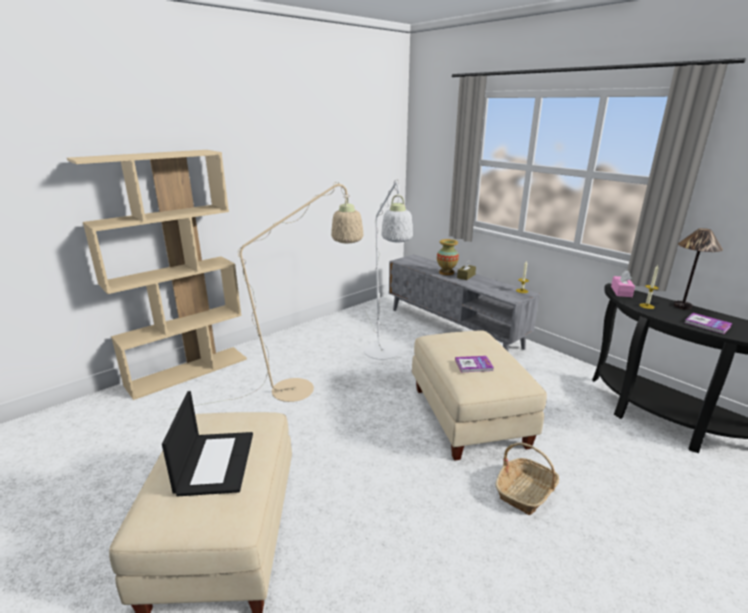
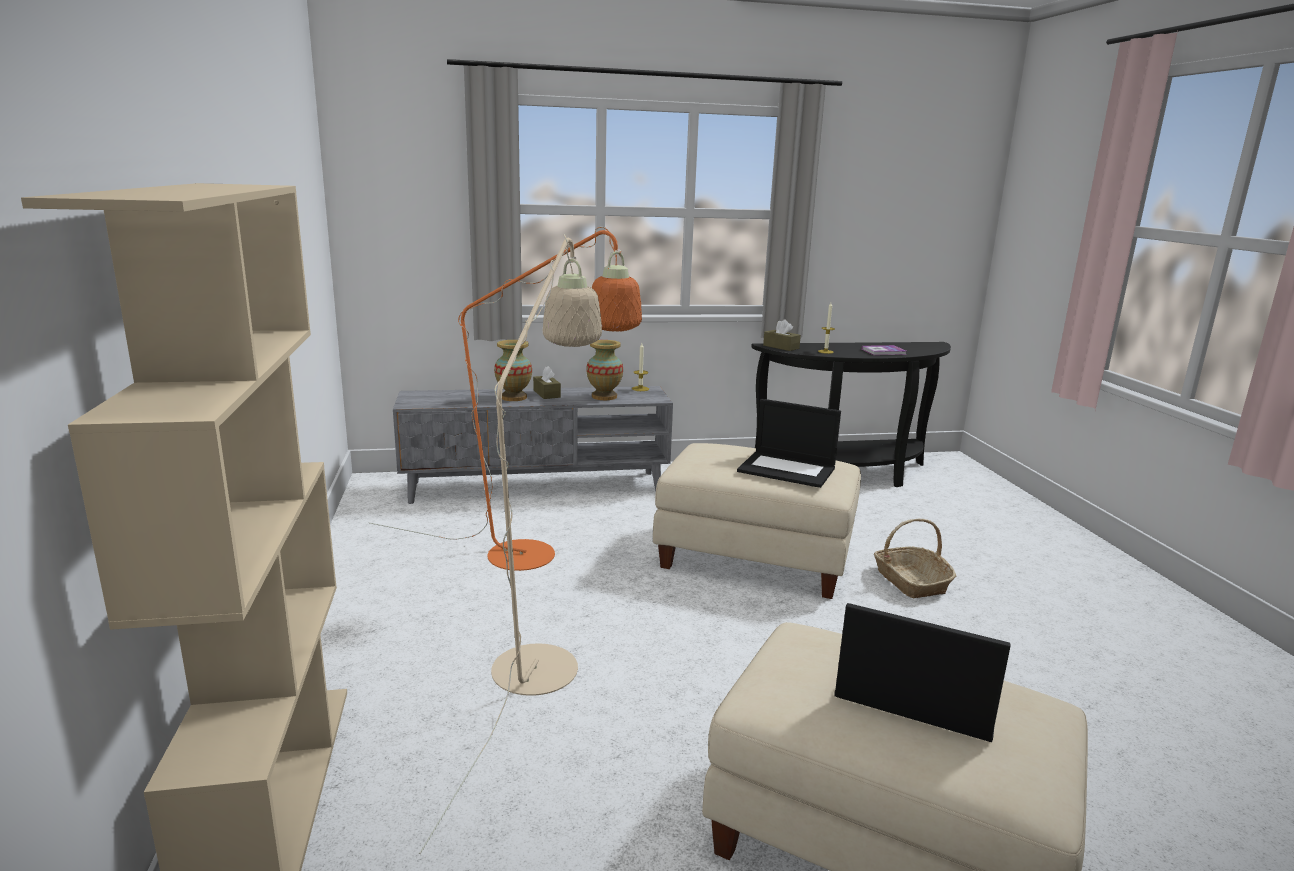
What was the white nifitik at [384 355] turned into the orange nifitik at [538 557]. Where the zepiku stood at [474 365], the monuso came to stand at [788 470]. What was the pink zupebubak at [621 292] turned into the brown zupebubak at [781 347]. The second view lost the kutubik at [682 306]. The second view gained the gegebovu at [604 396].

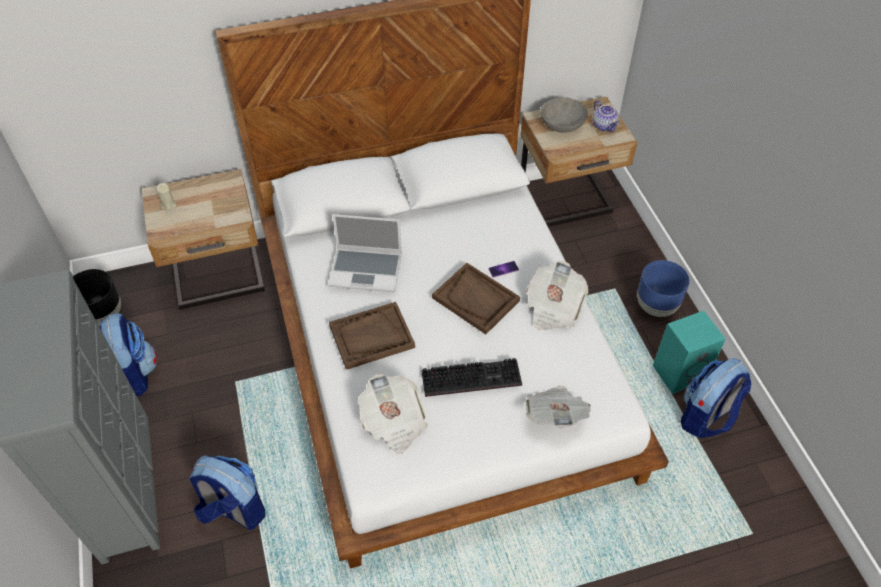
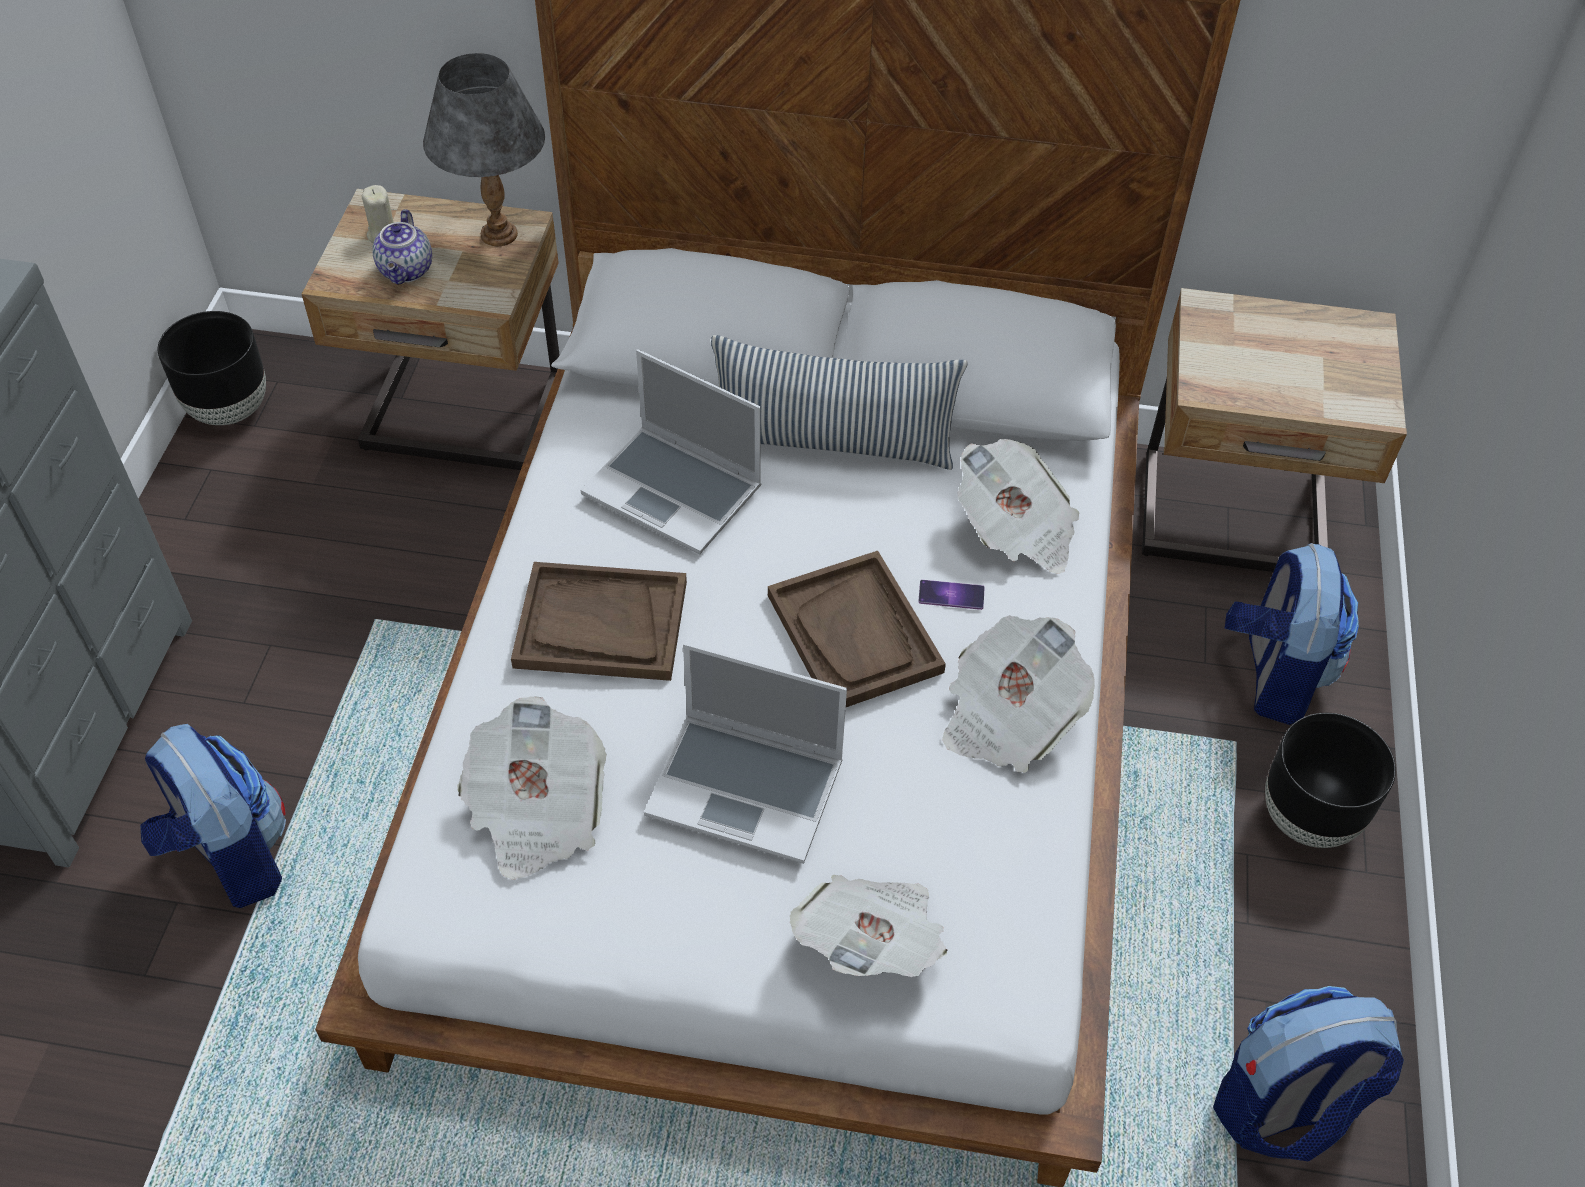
The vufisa ended up elsewhere, having gone from [133 373] to [1273 674]. Where the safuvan stood at [472 377], the monuso came to stand at [748 788]. The second view lost the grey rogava at [562 124]. The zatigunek ended up elsewhere, having gone from [604 126] to [407 271]. What was the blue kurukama at [656 306] turned into the black kurukama at [1308 817]. The second view lost the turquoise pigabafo at [679 372]. The second view gained the grey kutubik at [498 234]. The second view gained the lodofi at [832 443]. The second view gained the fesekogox at [1016 530].

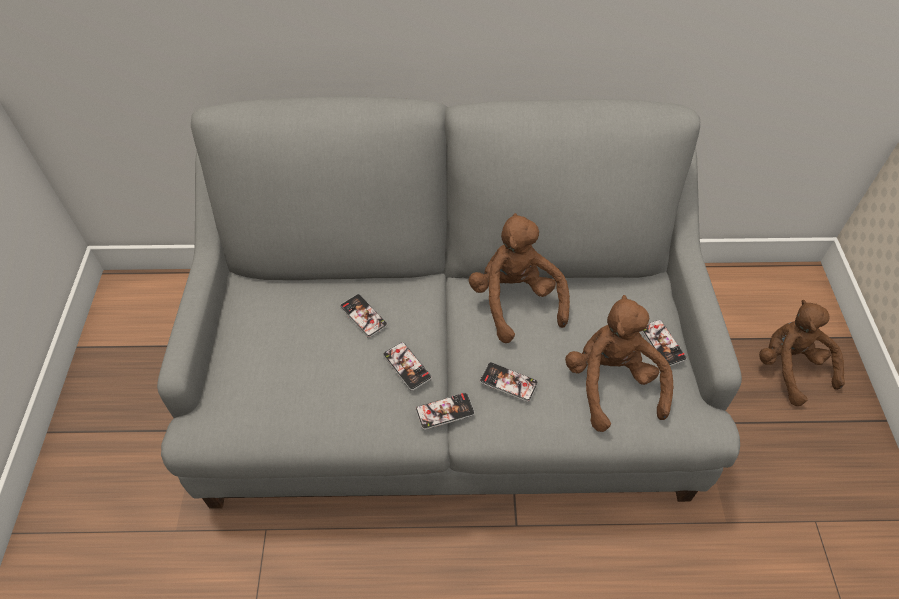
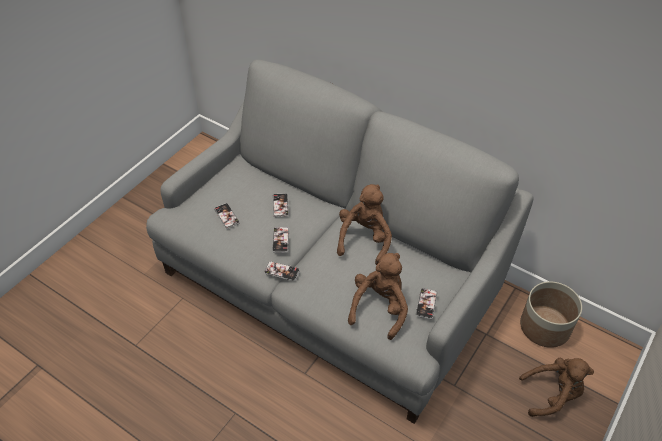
The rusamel ended up elsewhere, having gone from [508 382] to [226 216]. The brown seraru at [790 368] ended up facing another way, 75 degrees clockwise from before. The second view gained the kurukama at [545 327].

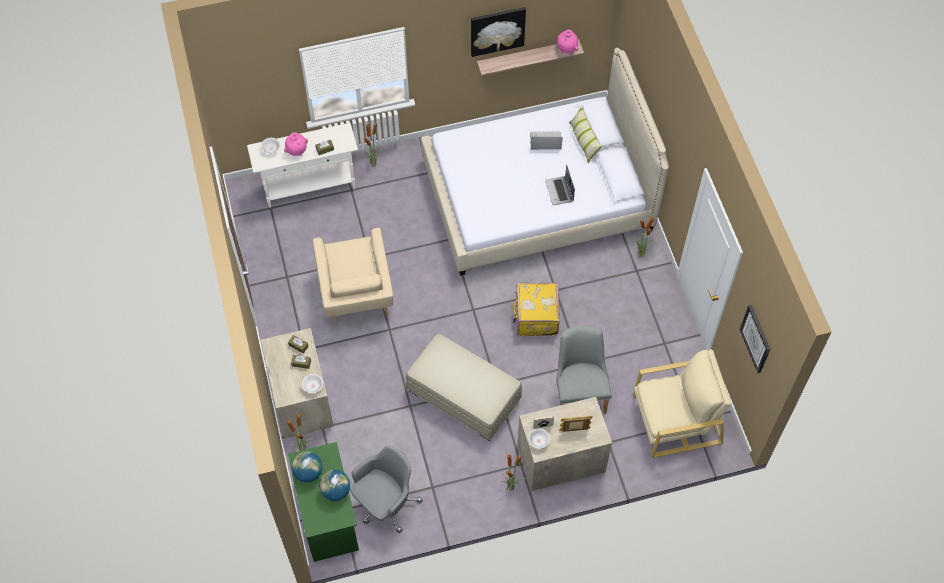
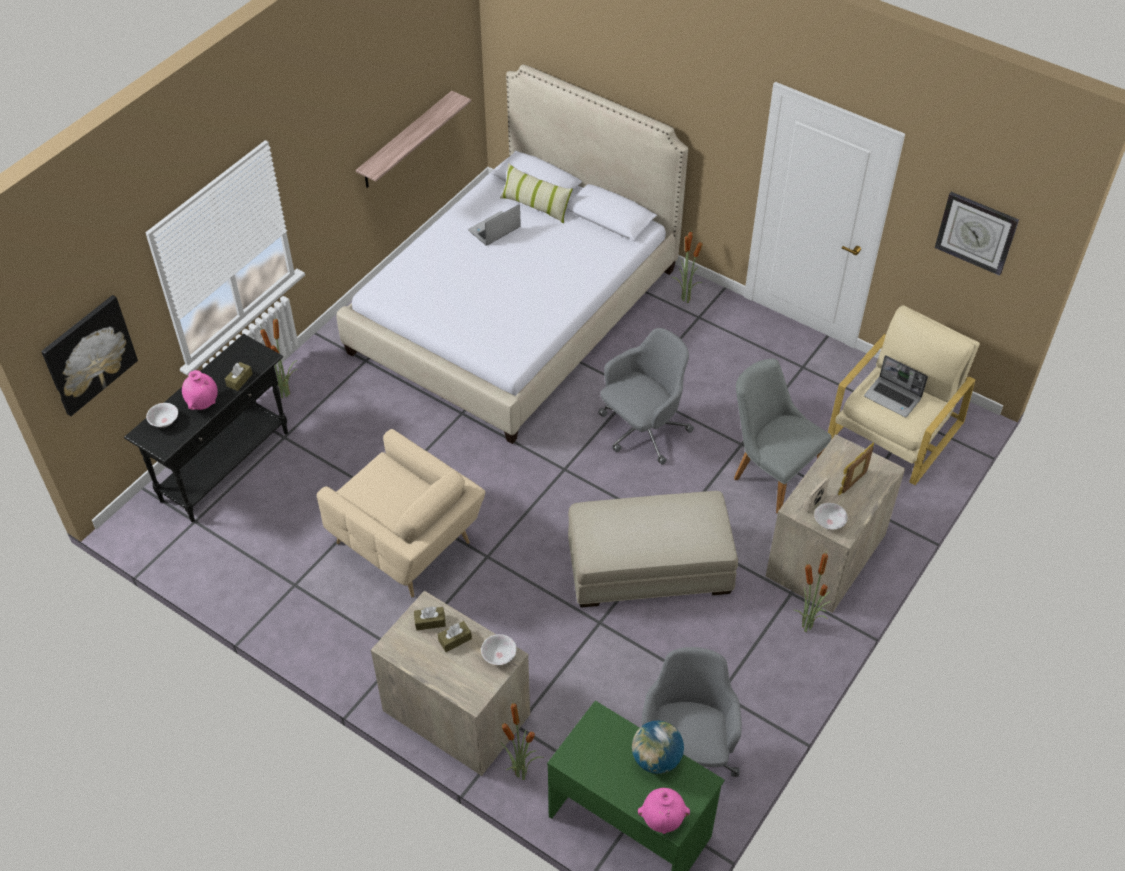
What was the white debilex at [310 187] turned into the black debilex at [226 466]. The second view lost the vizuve at [308 472]. The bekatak ended up elsewhere, having gone from [497 30] to [89 354]. Where the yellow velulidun stood at [535 317], the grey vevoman came to stand at [642 431]. The monuso ended up elsewhere, having gone from [559 191] to [893 397]. The pink gegebovu ended up elsewhere, having gone from [567 49] to [663 820].

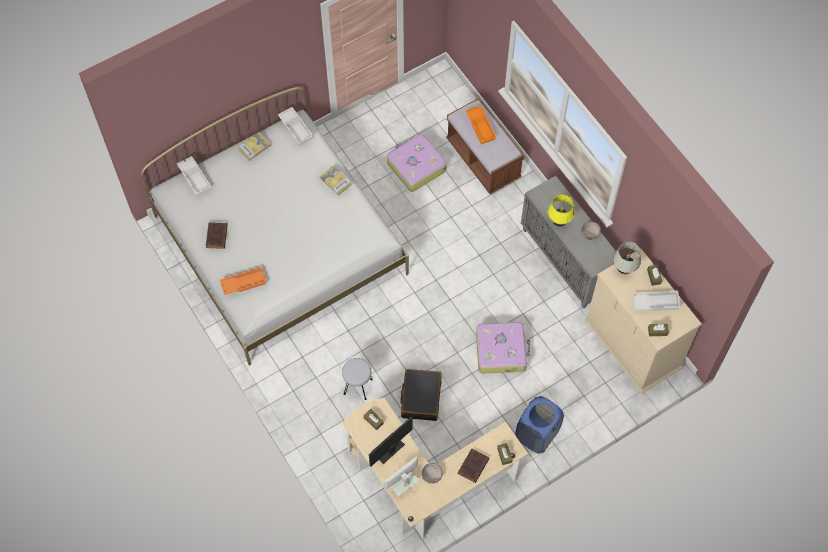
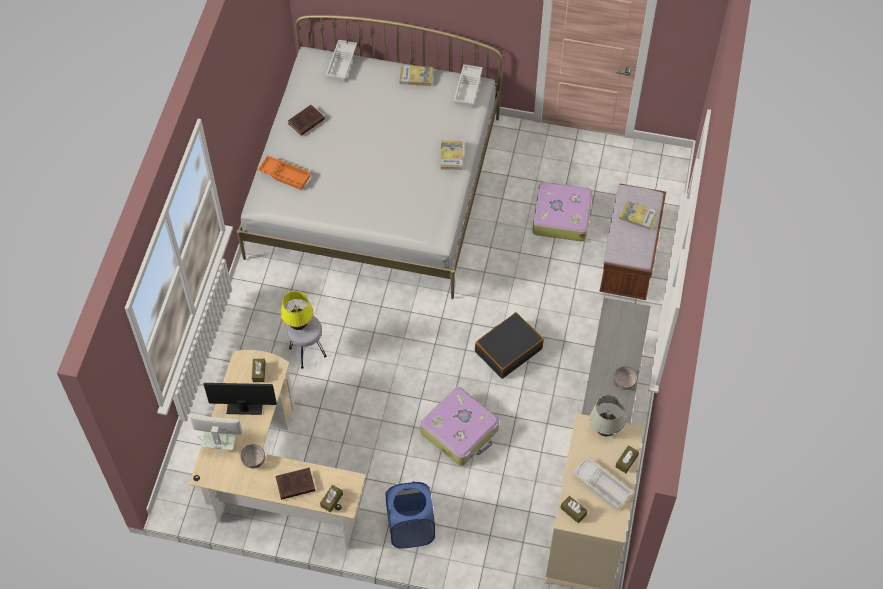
The black velulidun ended up elsewhere, having gone from [421 398] to [508 350]. Where the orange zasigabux stood at [481 126], the zepiku came to stand at [638 216]. The yellow kutubik ended up elsewhere, having gone from [559 222] to [298 325].

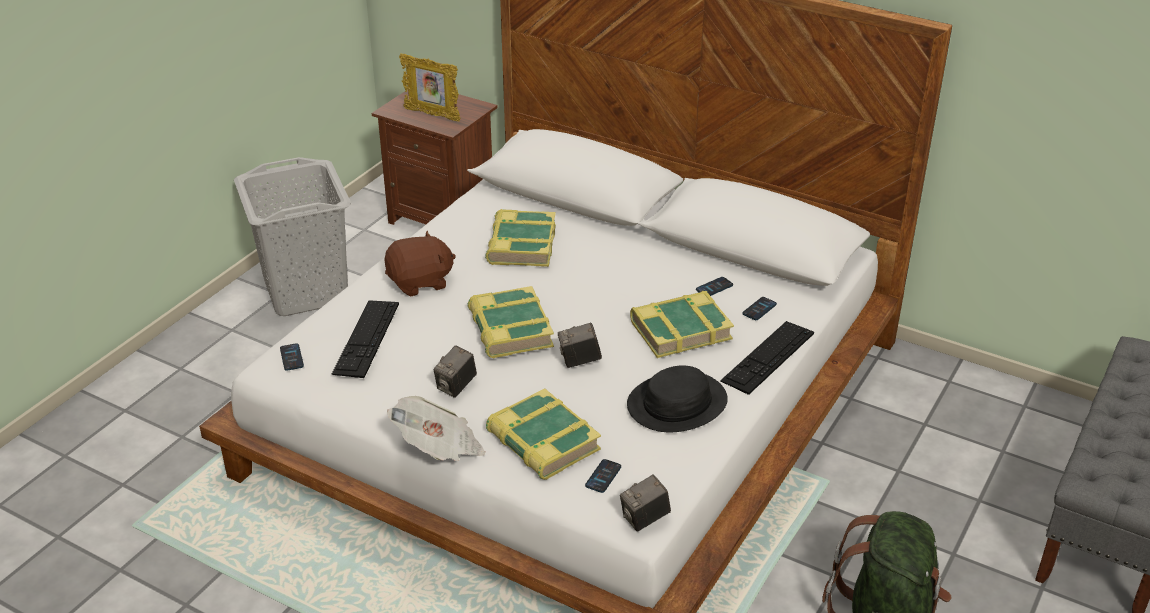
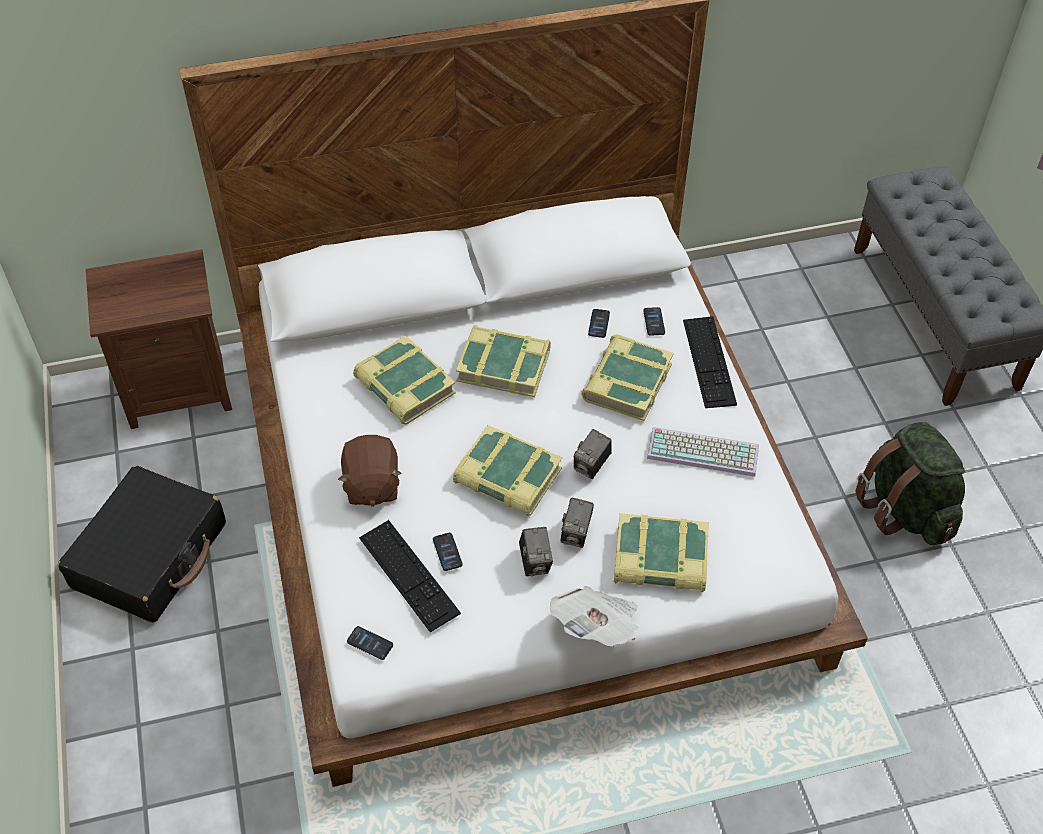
Where the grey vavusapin stood at [307 291], the black velulidun came to stand at [150 555]. The brown seraru at [420 282] ended up facing another way, 150 degrees clockwise from before. The second view lost the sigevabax at [432 115]. The rusamel ended up elsewhere, having gone from [603 476] to [447 552]. The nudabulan ended up elsewhere, having gone from [644 519] to [576 534]. Where the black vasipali stood at [677 404], the safuvan came to stand at [704 451]. The second view gained the zepiku at [504 365].

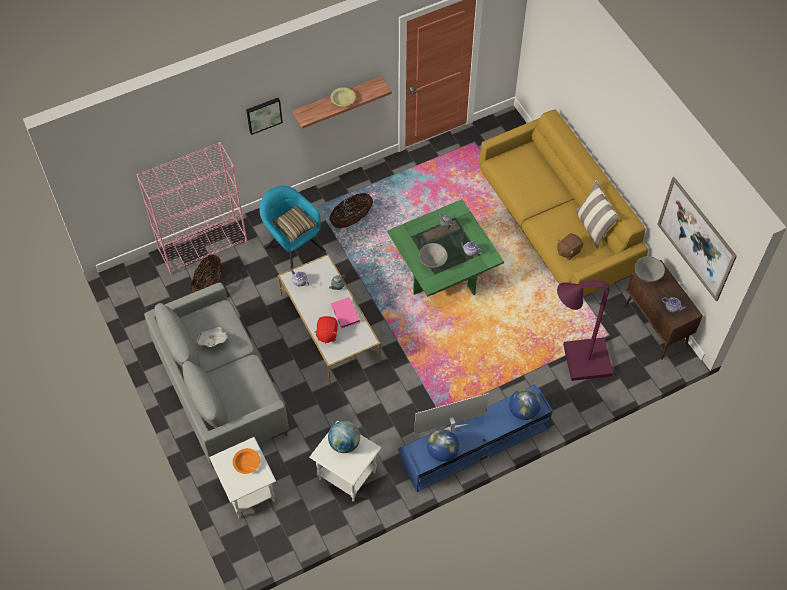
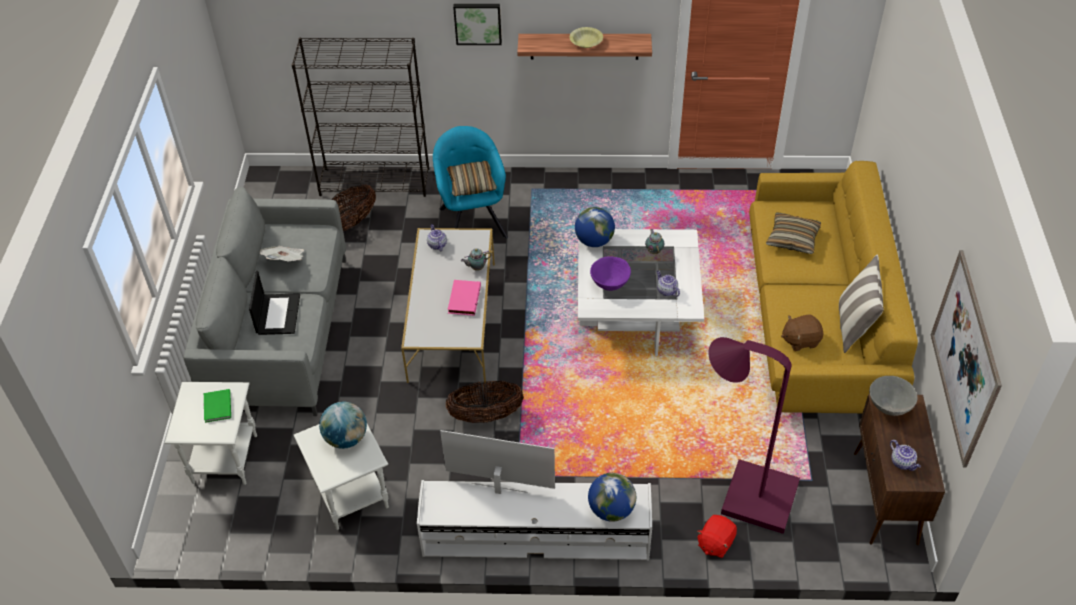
What was the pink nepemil at [203 246] turned into the black nepemil at [375 182]. Where the orange rogava stood at [247 463], the green zepiku came to stand at [217 407]. The red seraru ended up elsewhere, having gone from [327 334] to [715 543]. The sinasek ended up elsewhere, having gone from [351 219] to [485 415]. What was the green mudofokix at [443 269] turned into the white mudofokix at [636 312]. What was the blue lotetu at [473 443] turned into the white lotetu at [535 532]. What was the grey rogava at [433 263] turned into the purple rogava at [610 284]. The vizuve ended up elsewhere, having gone from [442 452] to [594 241]. The second view gained the monuso at [277 314]. The second view gained the lodofi at [792 239].

